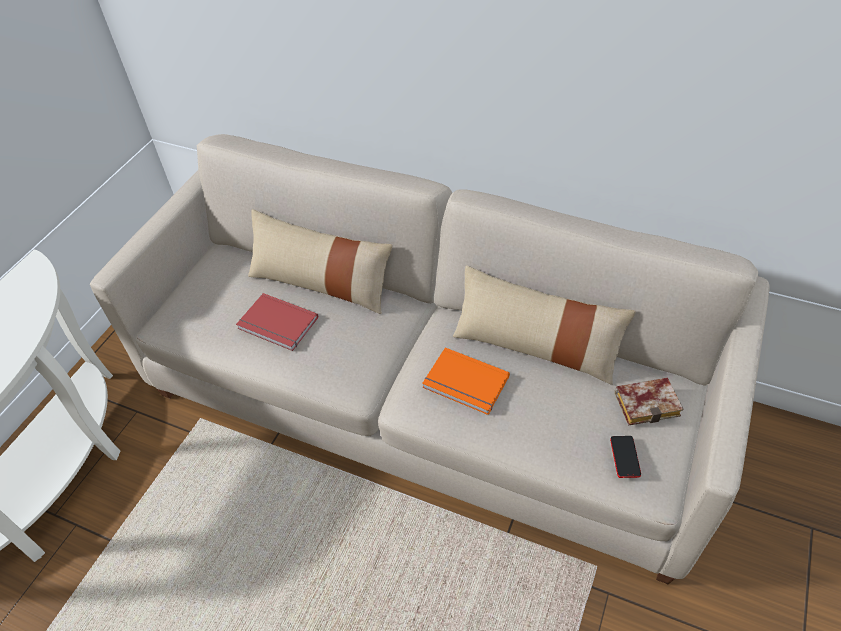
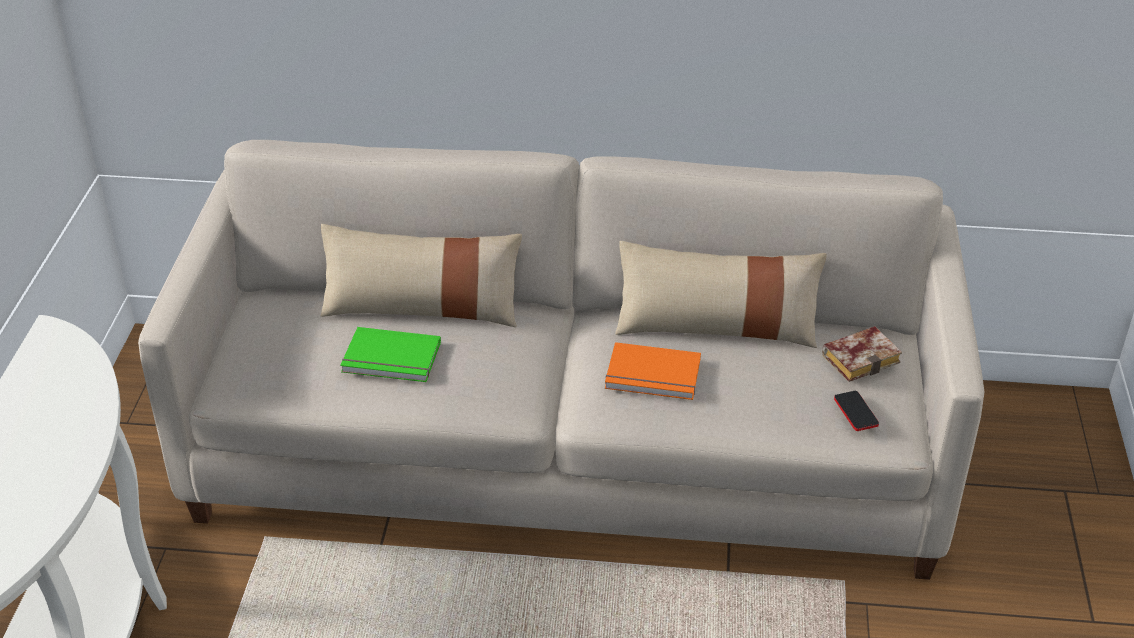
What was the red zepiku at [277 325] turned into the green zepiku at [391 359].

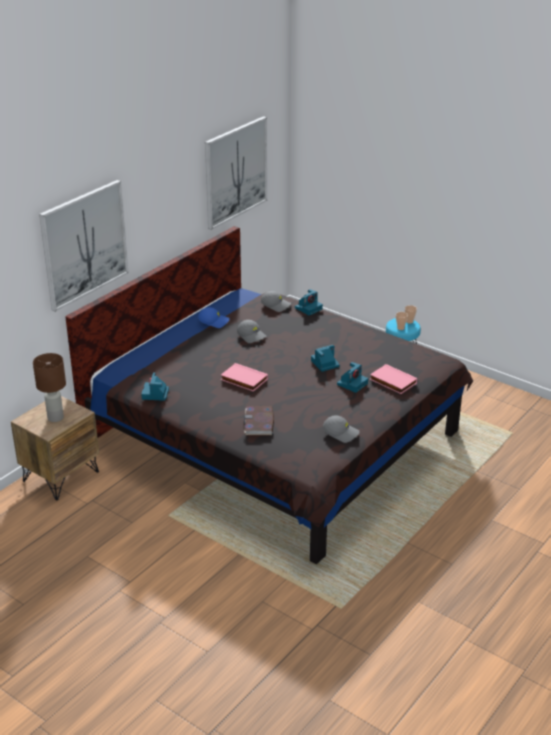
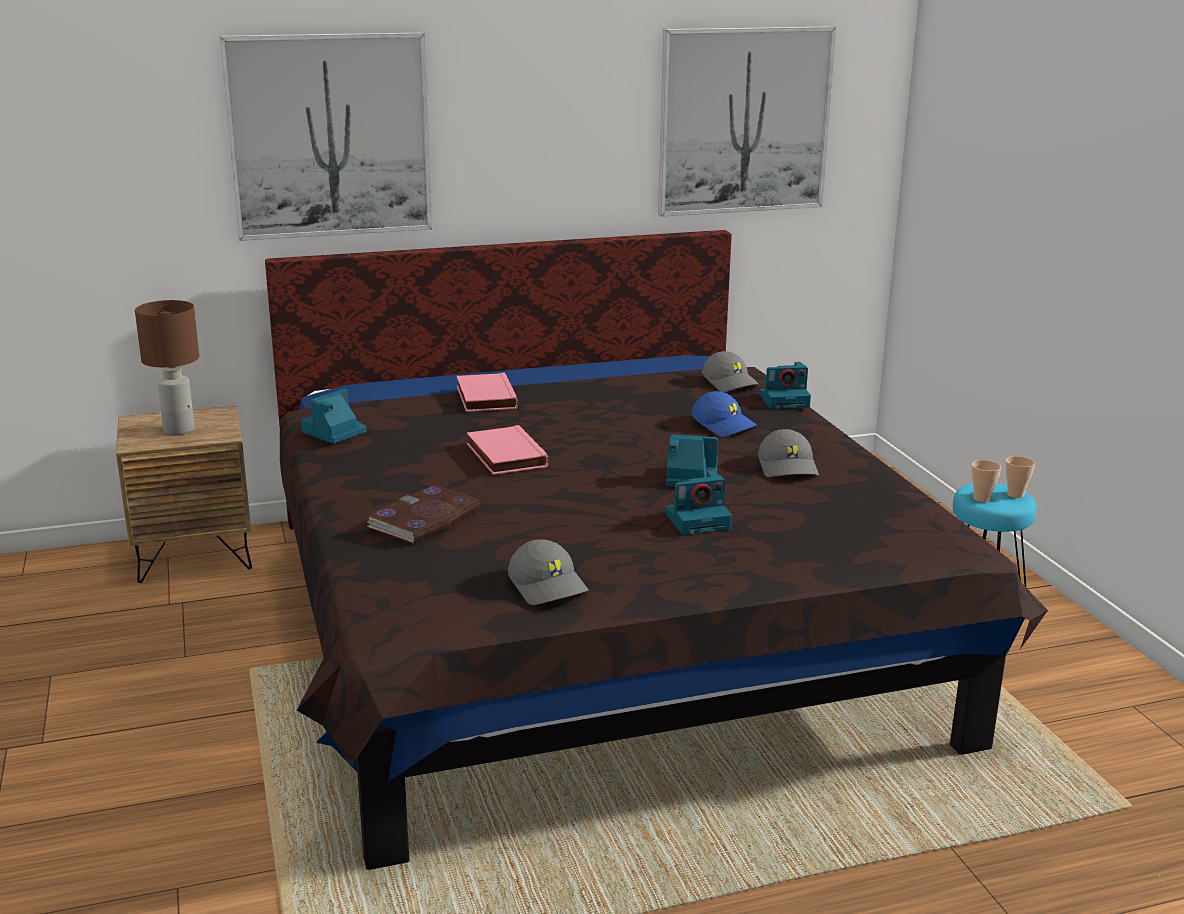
The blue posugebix ended up elsewhere, having gone from [214 321] to [724 425]. The grey posugebix ended up elsewhere, having gone from [252 335] to [788 467]. The pink zepiku ended up elsewhere, having gone from [392 381] to [484 397].

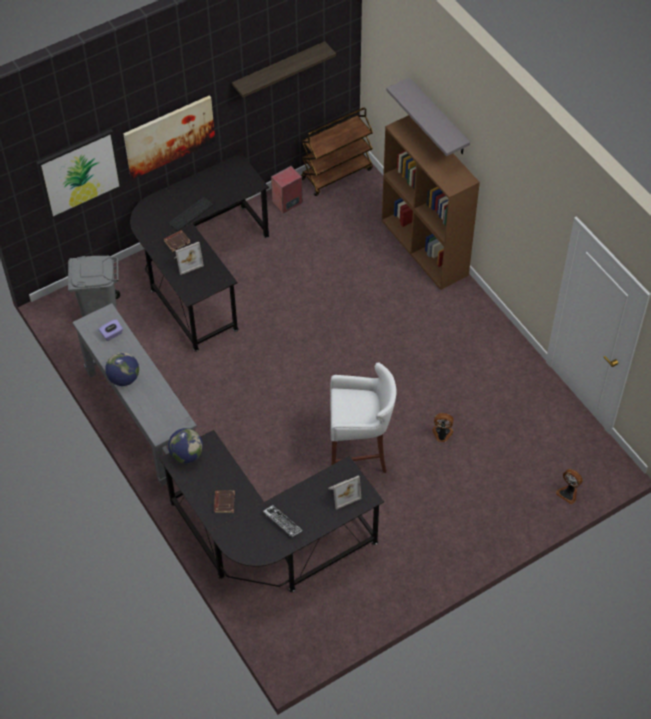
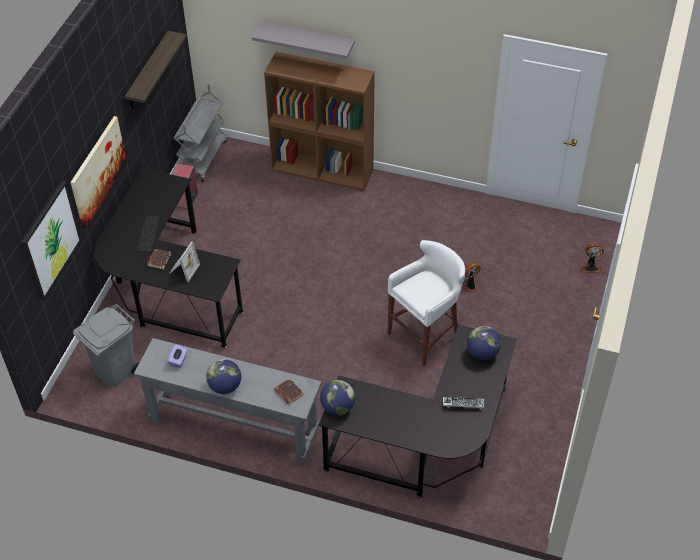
The brown zepiku ended up elsewhere, having gone from [224 502] to [288 393]. What was the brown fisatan at [336 173] turned into the grey fisatan at [203 157]. Where the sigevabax stood at [342 493], the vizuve came to stand at [482 353].

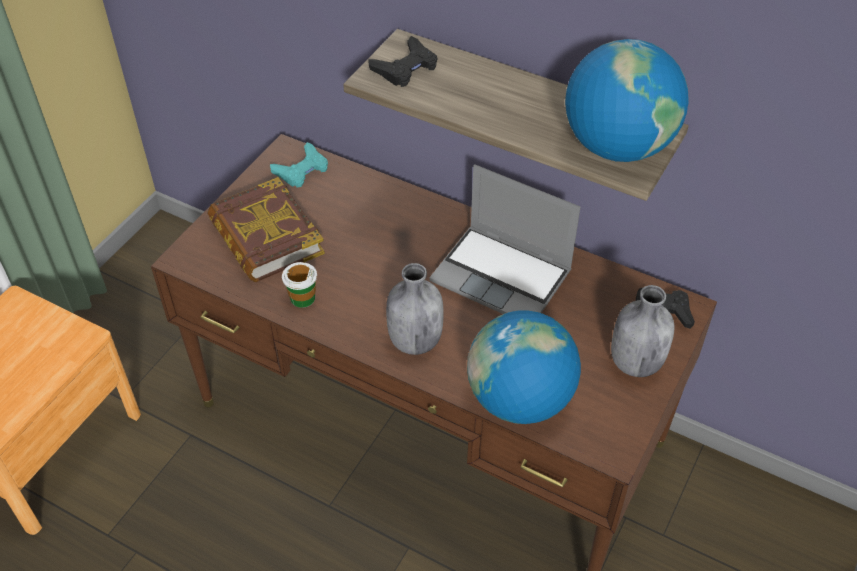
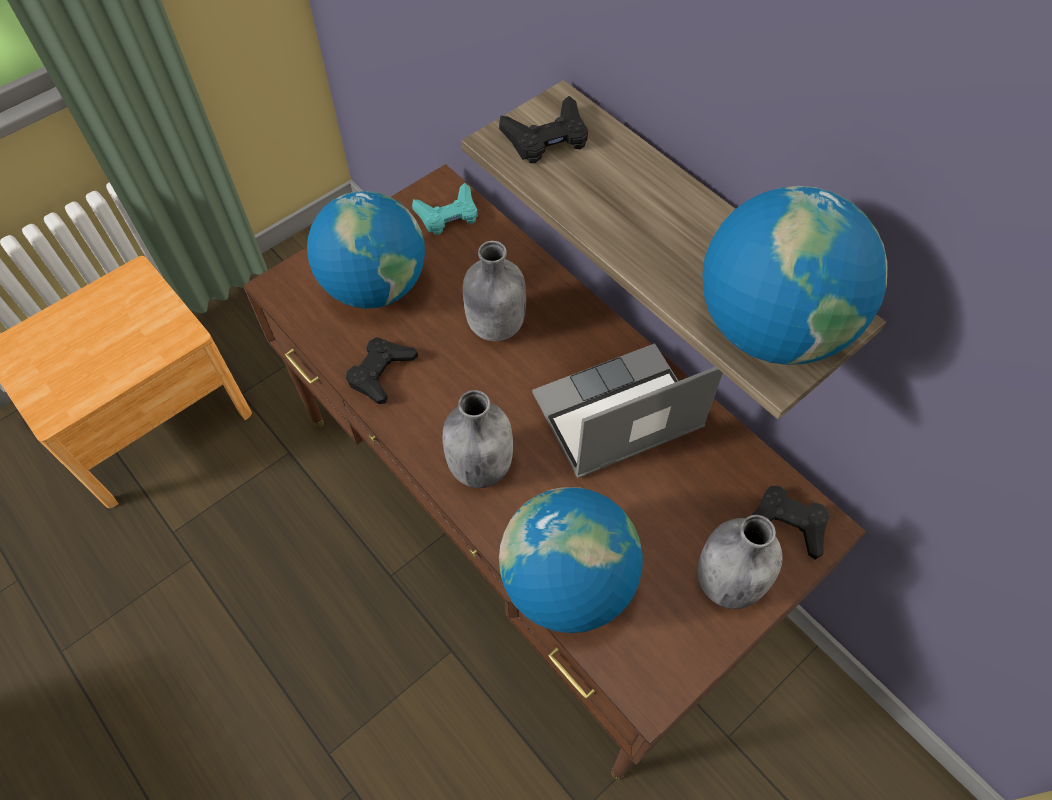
Where the zepiku stood at [266 237], the vizuve came to stand at [374 286]. Where the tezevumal stood at [302 298], the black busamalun came to stand at [381 372]. The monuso at [503 276] ended up facing another way, 105 degrees clockwise from before. The second view gained the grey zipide at [494 326].

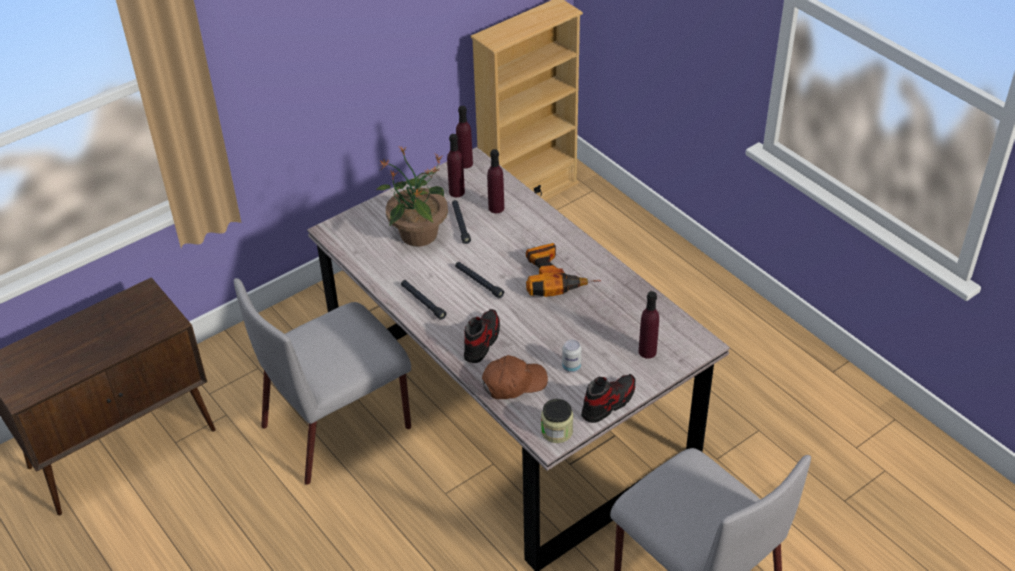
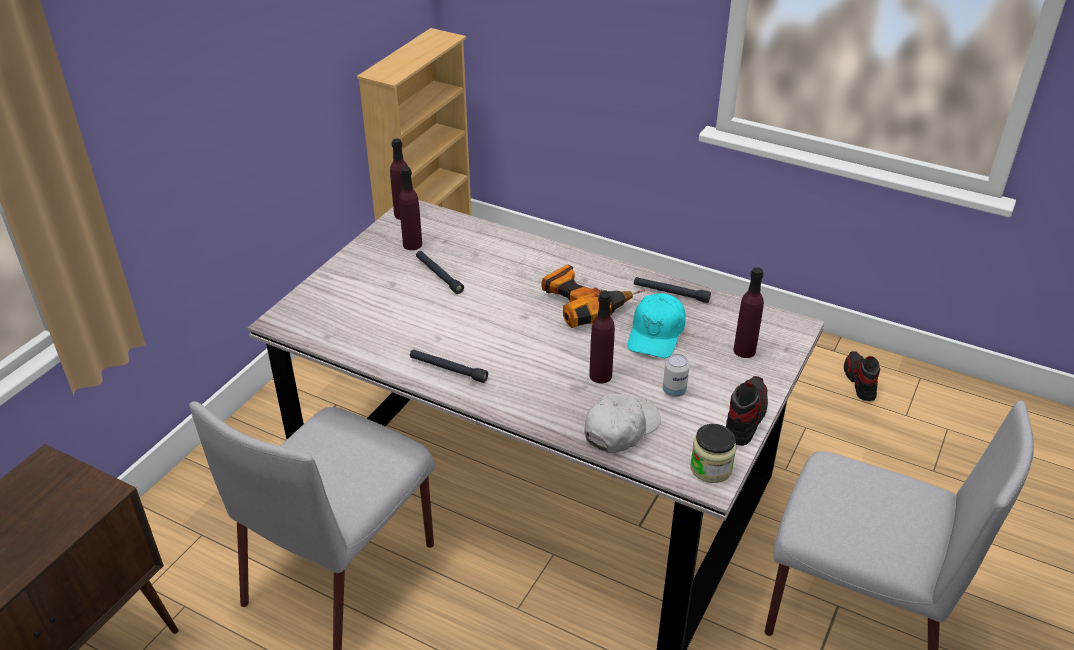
The second view lost the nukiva at [418 235]. The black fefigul ended up elsewhere, having gone from [479 282] to [671 293]. The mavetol ended up elsewhere, having gone from [481 341] to [859 381]. What was the brown posugebix at [513 383] turned into the white posugebix at [621 429]. The purple zipide ended up elsewhere, having gone from [496 208] to [600 375]. The second view gained the turquoise posugebix at [656 334].

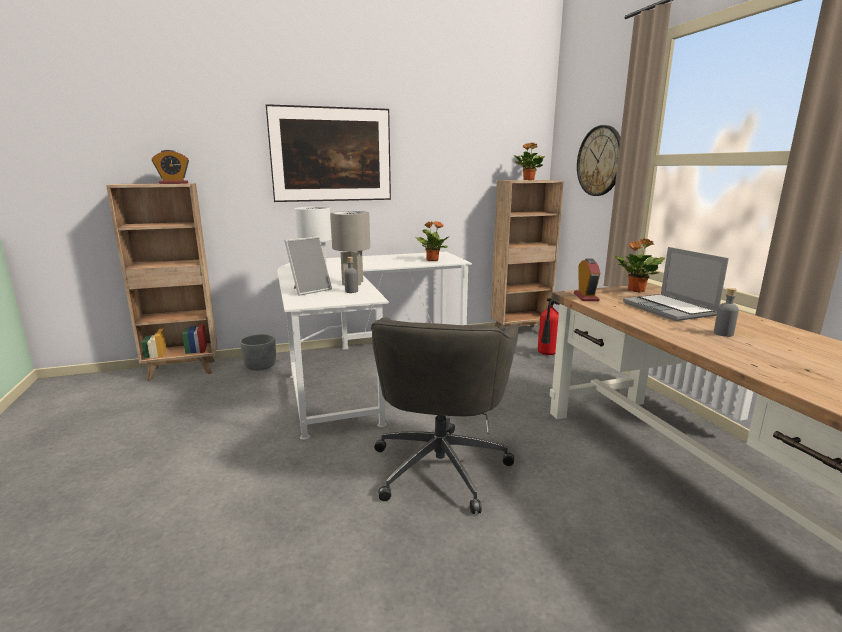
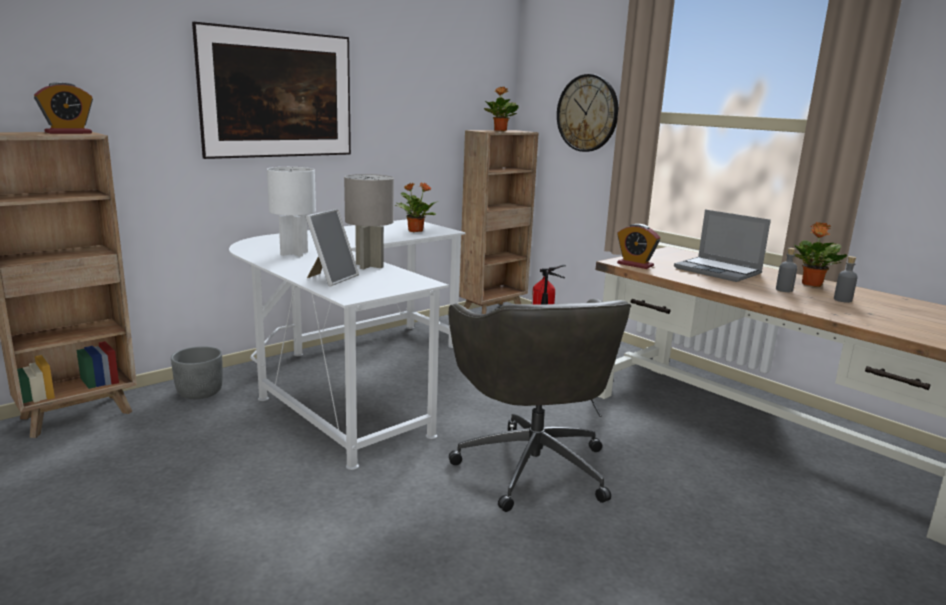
The grey zipide ended up elsewhere, having gone from [351 291] to [842 300]. The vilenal at [586 297] ended up facing another way, 150 degrees clockwise from before. The nukiva ended up elsewhere, having gone from [635 290] to [811 284].

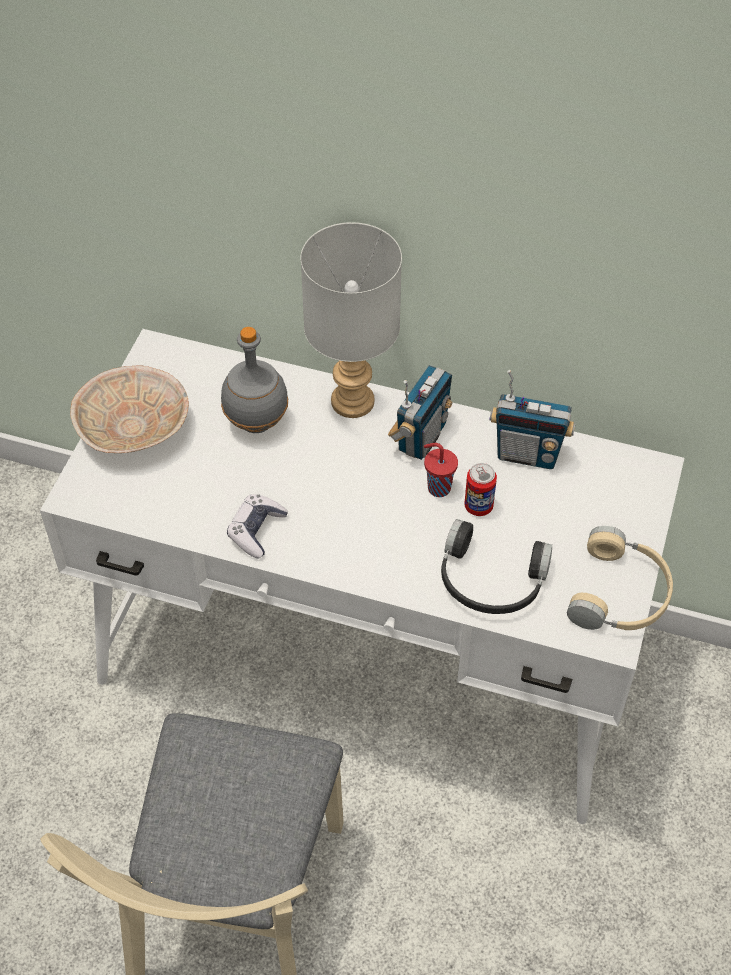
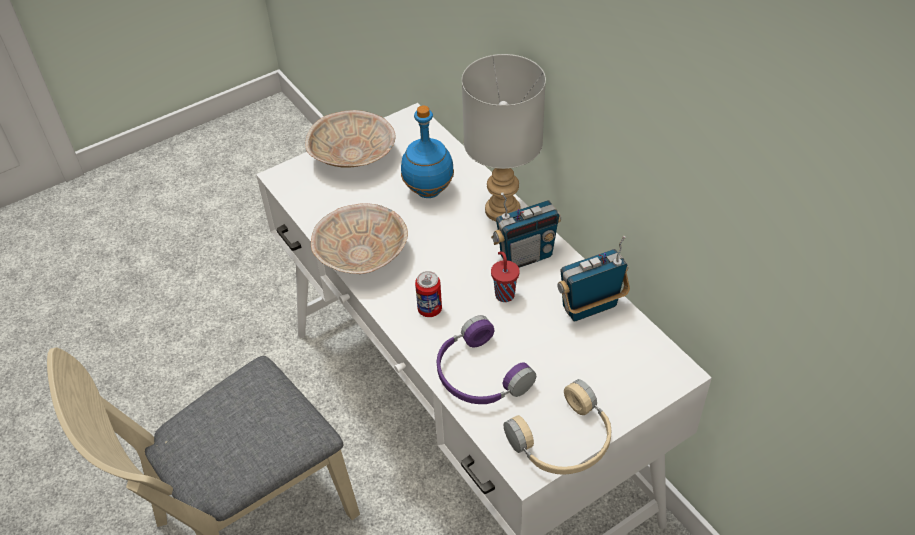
What was the grey zipide at [256 423] turned into the blue zipide at [428 191]. Where the busamalun stood at [256 530], the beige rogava came to stand at [362 254]. What was the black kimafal at [490 581] turned into the purple kimafal at [478 375]. The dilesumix ended up elsewhere, having gone from [478 506] to [429 309]. The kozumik at [527 454] ended up facing another way, 105 degrees clockwise from before.

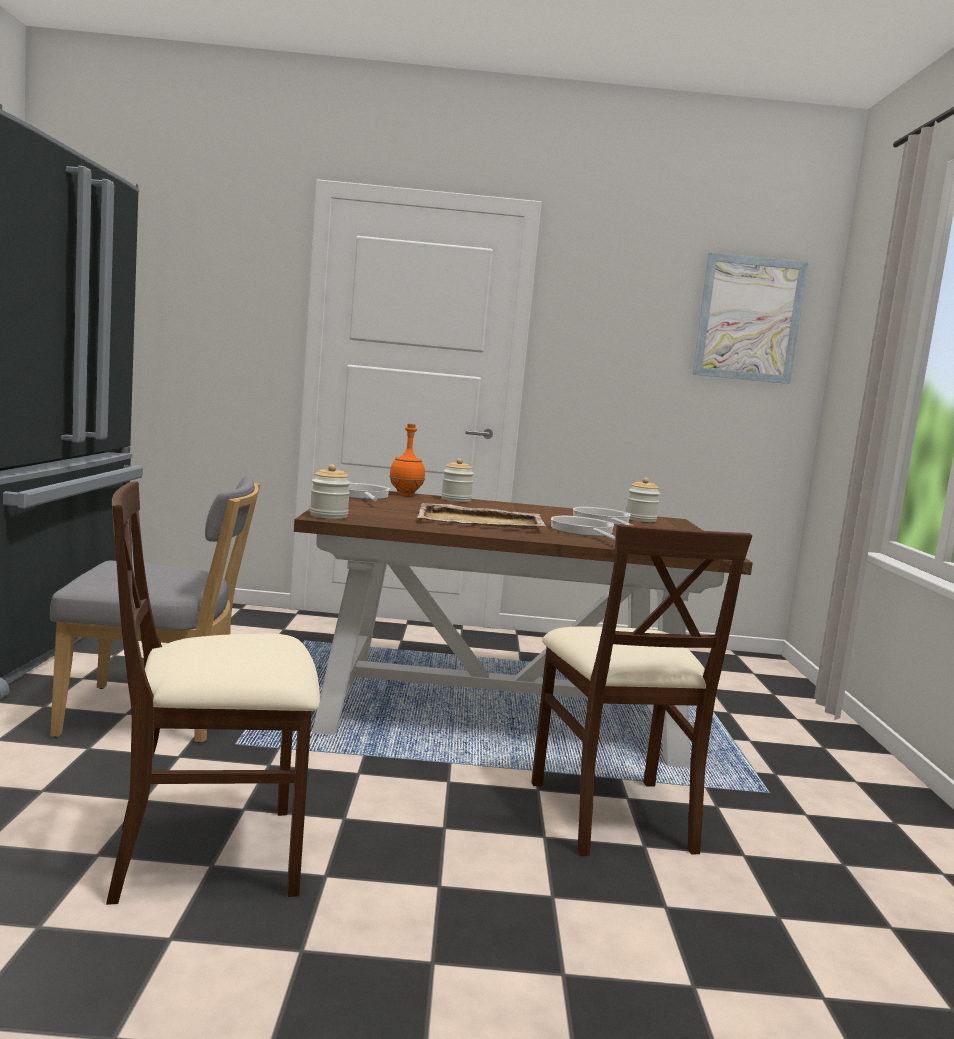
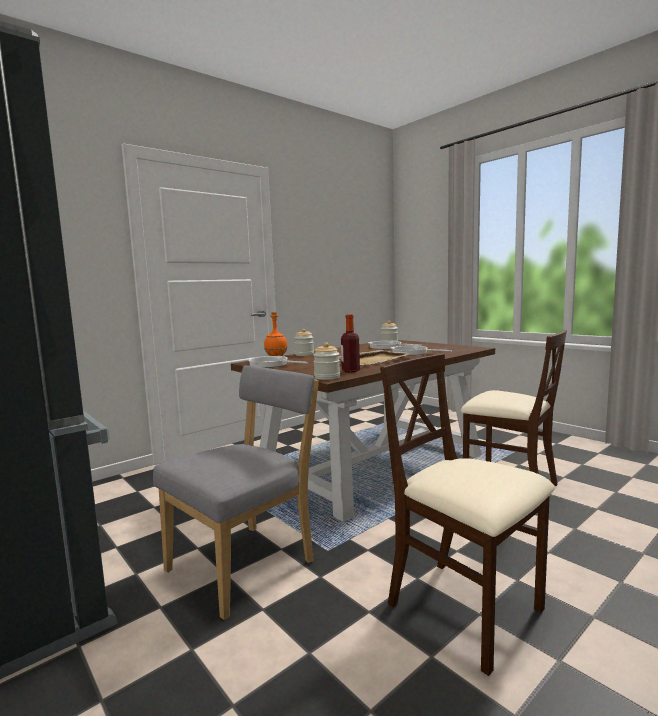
The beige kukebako at [210 854] ended up facing another way, 105 degrees clockwise from before. The second view lost the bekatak at [748 319]. The second view gained the zipide at [350 371].

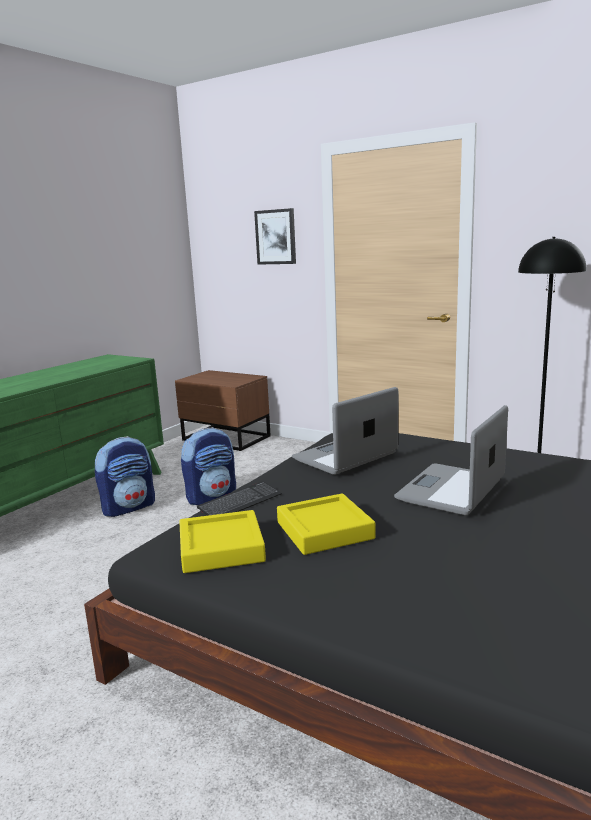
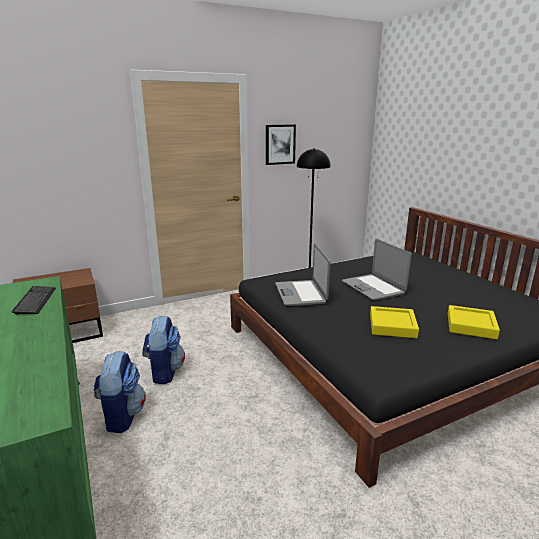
The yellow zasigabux ended up elsewhere, having gone from [221 548] to [471 326]. The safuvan ended up elsewhere, having gone from [240 502] to [35 301]. The bekatak ended up elsewhere, having gone from [276 237] to [280 144].

